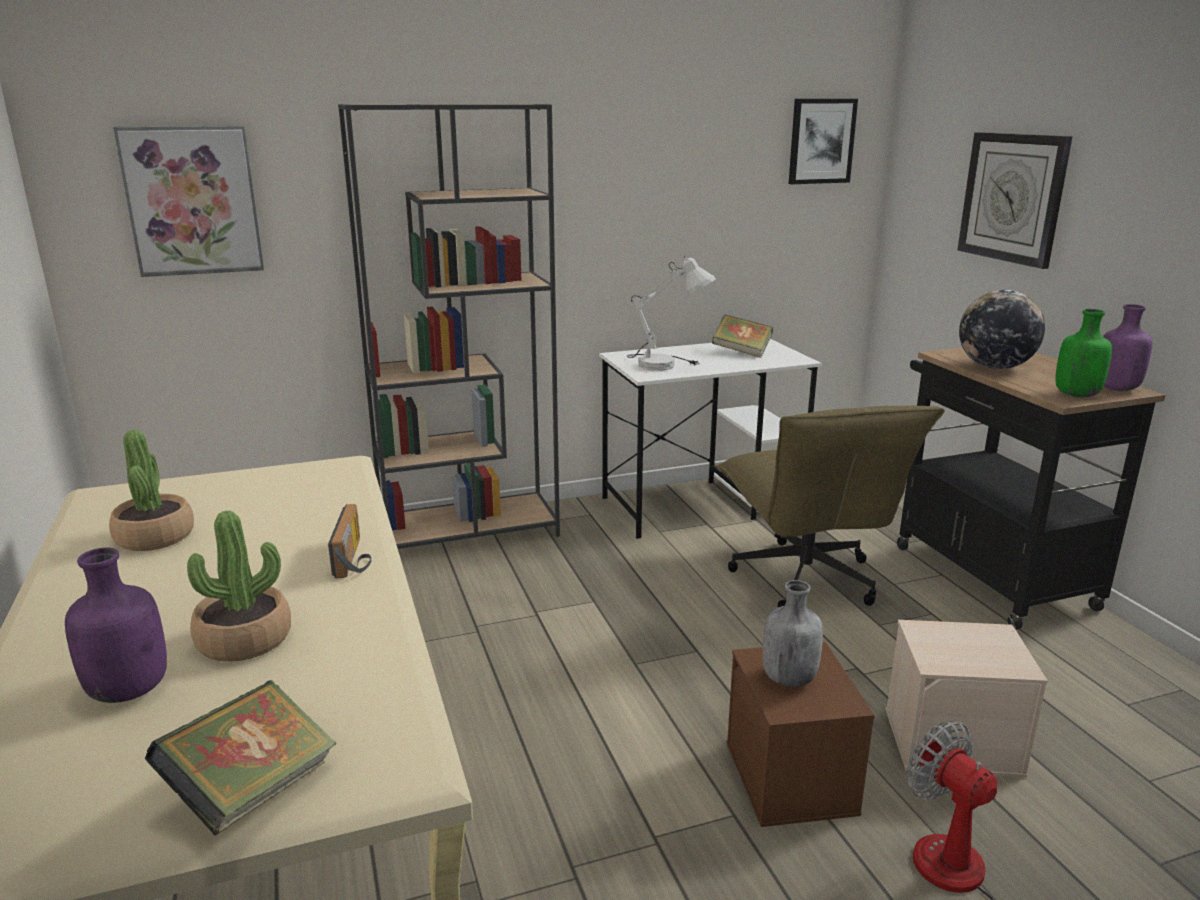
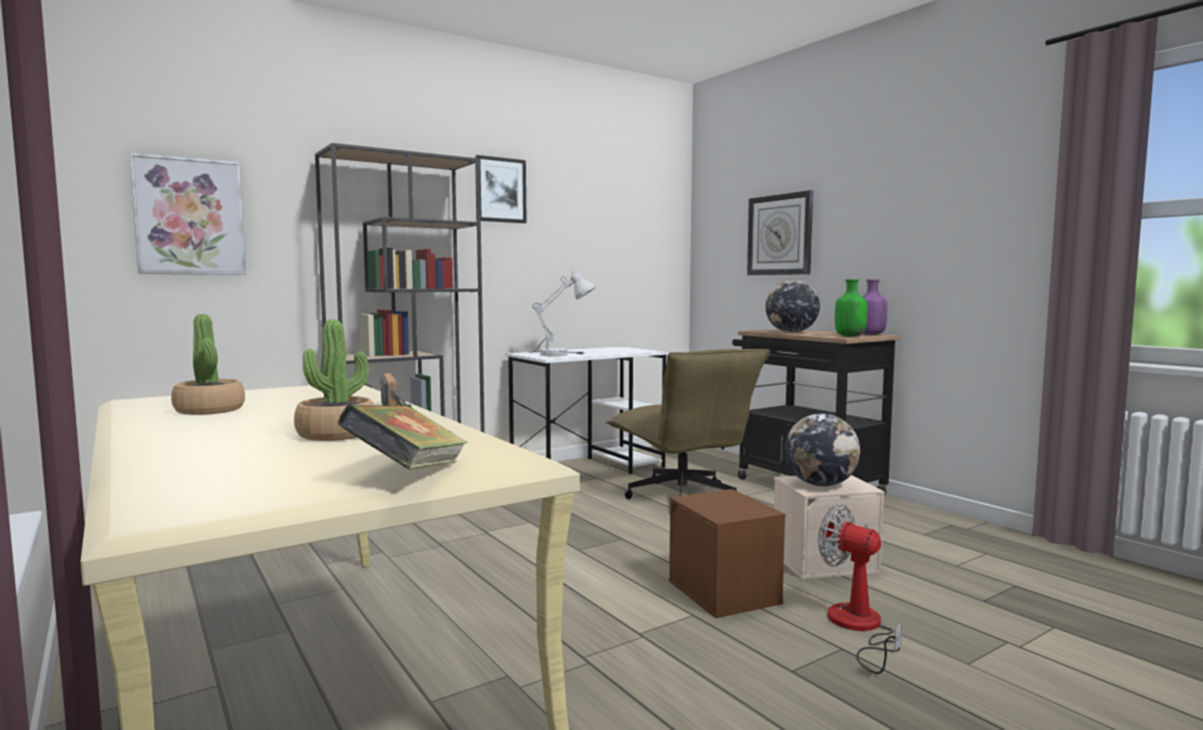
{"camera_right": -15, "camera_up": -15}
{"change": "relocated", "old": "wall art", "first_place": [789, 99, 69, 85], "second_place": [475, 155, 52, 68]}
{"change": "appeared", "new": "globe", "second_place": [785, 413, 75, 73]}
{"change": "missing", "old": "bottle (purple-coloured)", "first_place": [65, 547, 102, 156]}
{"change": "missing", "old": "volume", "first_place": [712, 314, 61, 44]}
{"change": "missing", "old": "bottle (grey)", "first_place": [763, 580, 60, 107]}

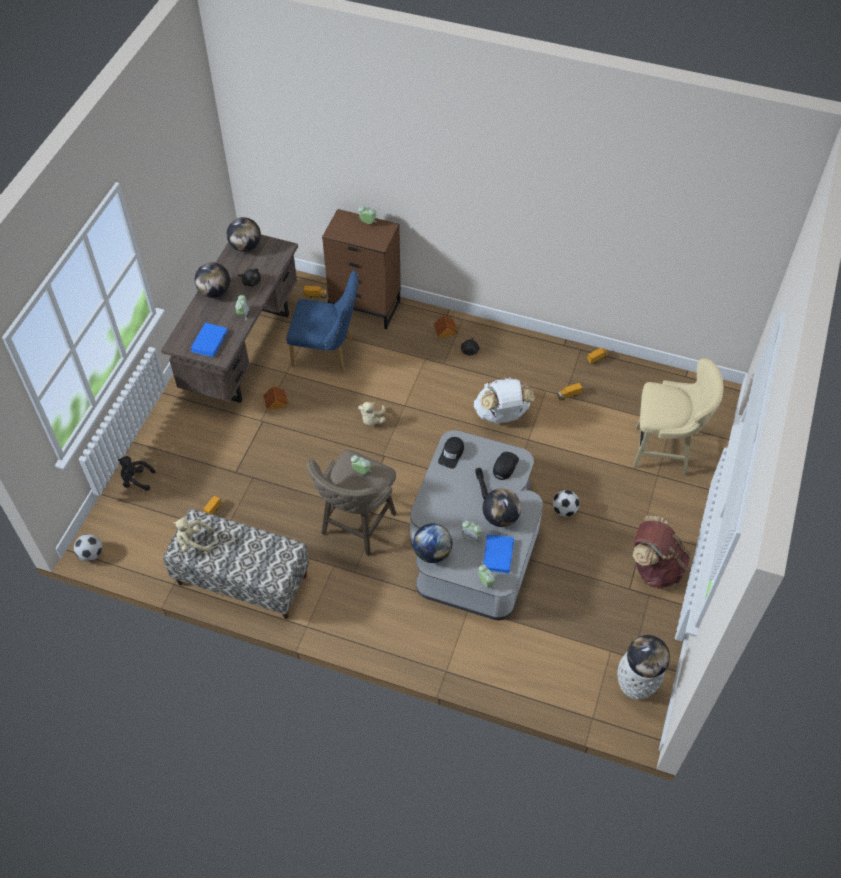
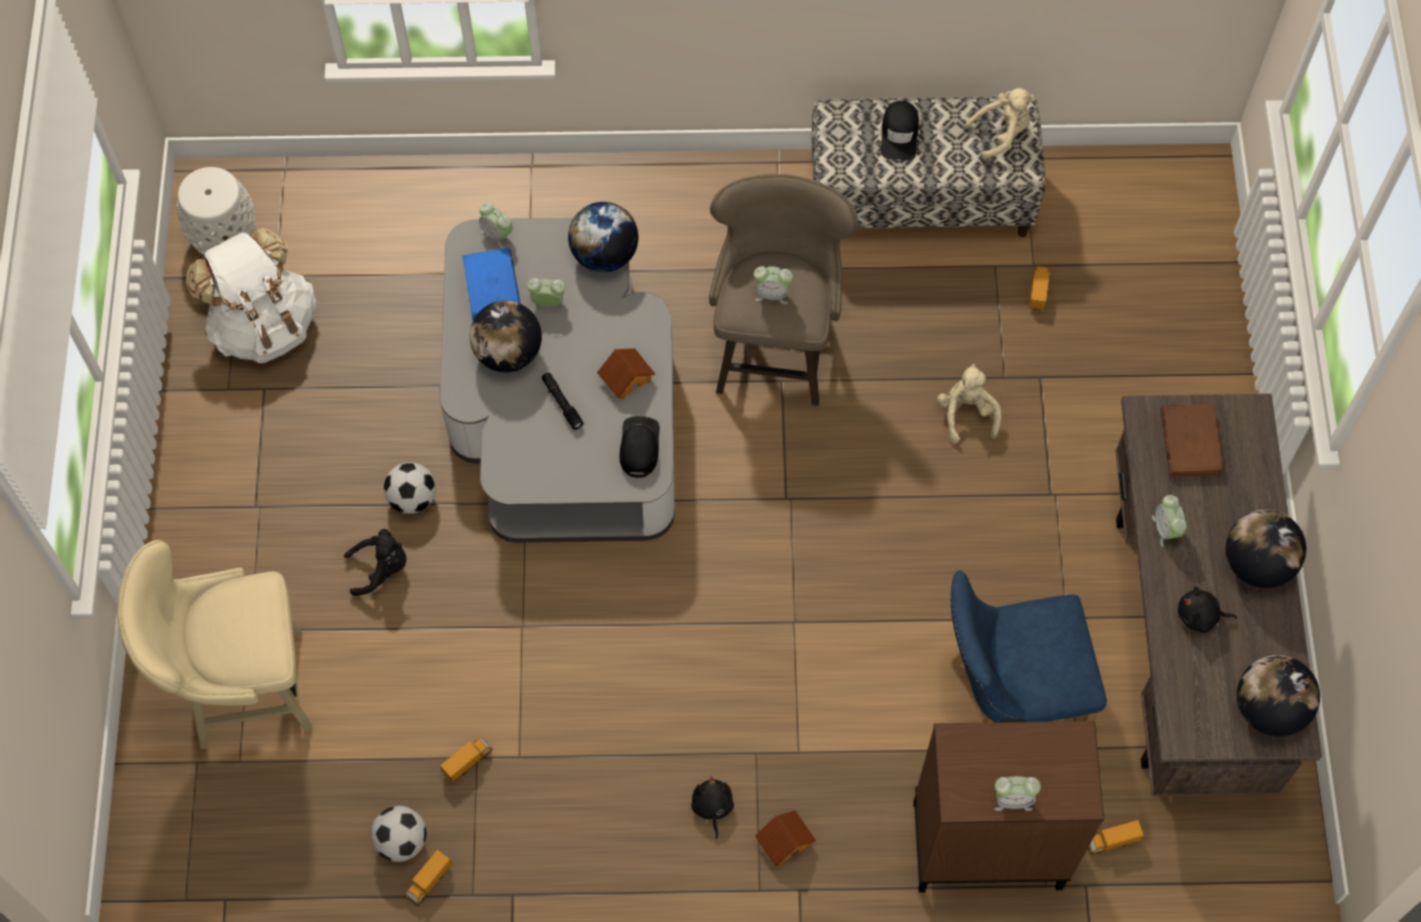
{"camera_right": 160, "camera_up": 10}
{"change": "relocated", "old": "backpack (whitish)", "first_place": [474, 377, 61, 46], "second_place": [186, 227, 130, 136]}
{"change": "relocated", "old": "cuddly toy (blackish)", "first_place": [118, 456, 38, 35], "second_place": [344, 529, 63, 67]}
{"change": "relocated", "old": "ball for football", "first_place": [74, 534, 28, 27], "second_place": [371, 806, 55, 56]}
{"change": "relocated", "old": "toy house", "first_place": [263, 386, 25, 25], "second_place": [597, 348, 58, 52]}
{"change": "relocated", "old": "peaked cap (blackish)", "first_place": [493, 452, 26, 28], "second_place": [881, 101, 38, 59]}
{"change": "relocated", "old": "cuddly toy (beige)", "first_place": [358, 402, 28, 24], "second_place": [937, 363, 64, 81]}
{"change": "colour", "old": "volume (blue)", "new": "volume (brownish)", "first_place": [191, 323, 38, 34], "second_place": [1161, 404, 63, 73]}
{"change": "missing", "old": "globe", "first_place": [627, 635, 43, 43]}
{"change": "missing", "old": "backpack (brownish)", "first_place": [633, 515, 57, 74]}

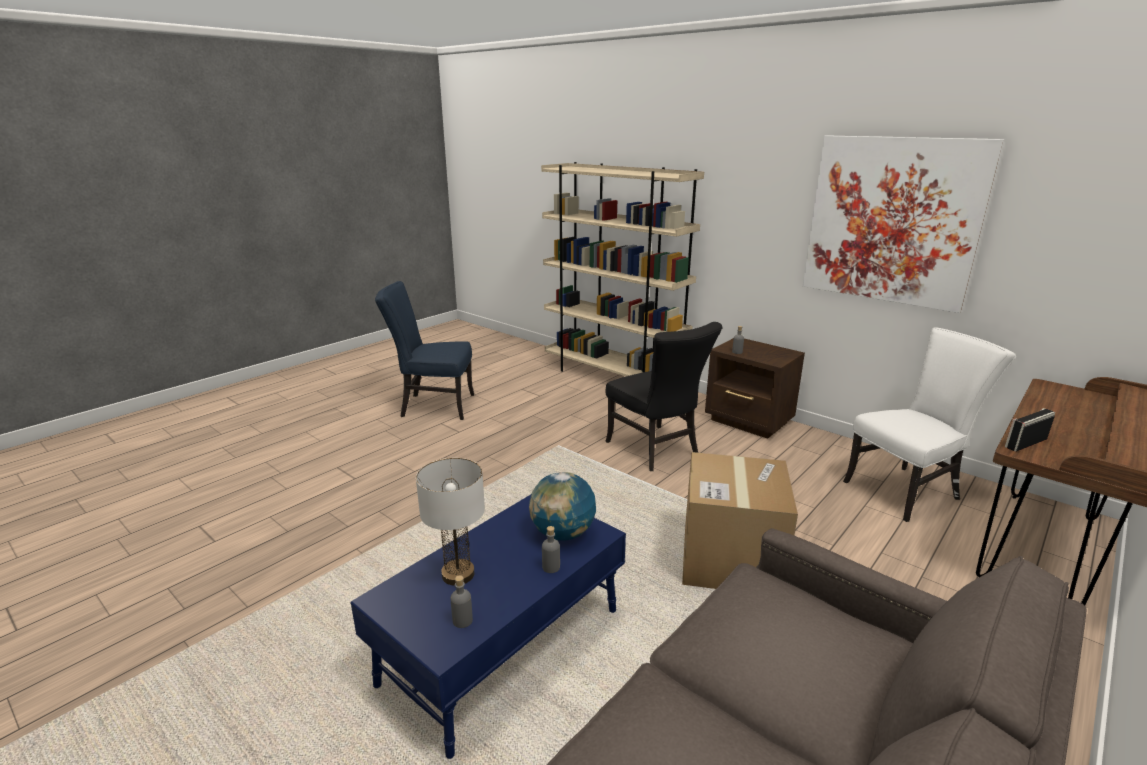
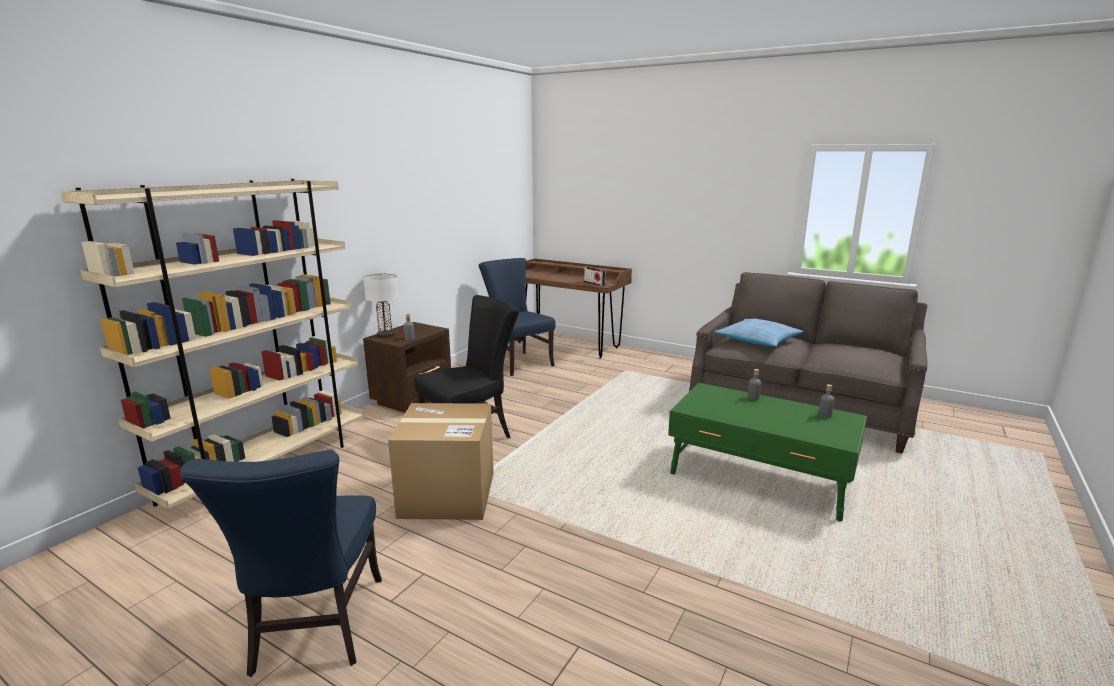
{"camera_right": -100, "camera_up": -5}
{"change": "relocated", "old": "table lamp", "first_place": [416, 458, 69, 128], "second_place": [363, 274, 36, 64]}
{"change": "relocated", "old": "cardboard box", "first_place": [682, 452, 116, 137], "second_place": [388, 403, 106, 117]}
{"change": "colour", "old": "chair (whitish)", "new": "chair (blue)", "first_place": [843, 327, 173, 195], "second_place": [478, 258, 77, 118]}
{"change": "colour", "old": "lounge table (blue)", "new": "lounge table (green)", "first_place": [351, 495, 275, 264], "second_place": [668, 383, 199, 138]}
{"change": "appeared", "new": "pillow", "second_place": [714, 319, 89, 27]}
{"change": "missing", "old": "globe", "first_place": [529, 472, 67, 69]}
{"change": "missing", "old": "wall art", "first_place": [803, 135, 202, 178]}

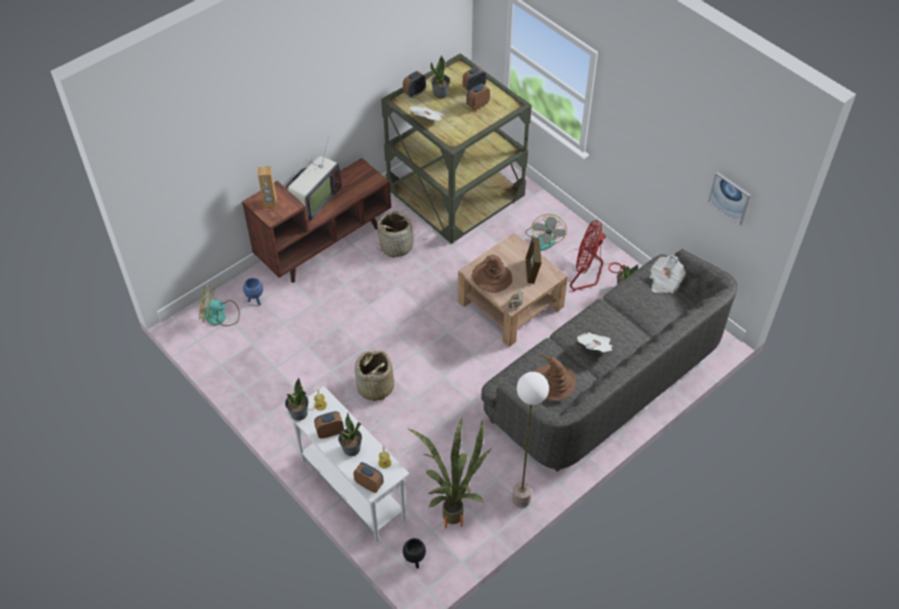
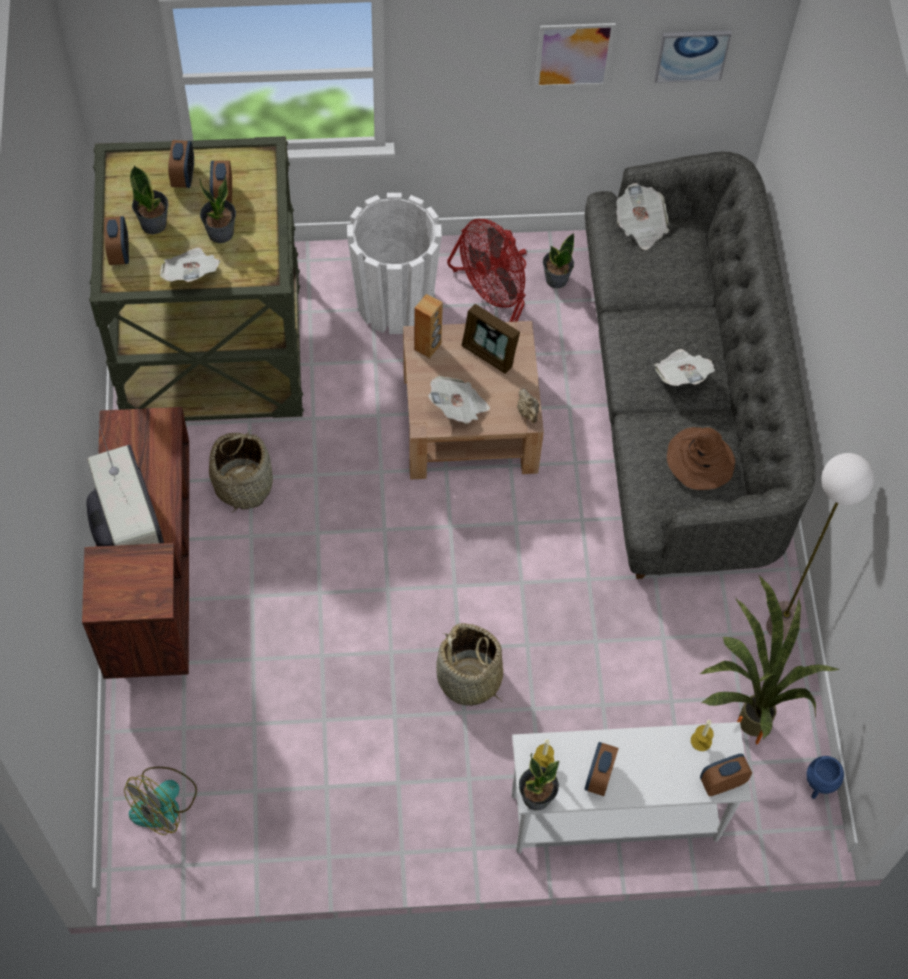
{"camera_right": -55, "camera_up": 10}
{"change": "relocated", "old": "plant in a pot", "first_place": [338, 412, 24, 44], "second_place": [199, 175, 37, 68]}
{"change": "exchanged", "old": "cooling fan", "new": "flower pot (whitish)", "first_place": [525, 214, 42, 37], "second_place": [347, 193, 95, 141]}
{"change": "relocated", "old": "audio speaker (brownish)", "first_place": [258, 166, 19, 41], "second_place": [414, 294, 29, 64]}
{"change": "exchanged", "old": "wearable hat (brownish)", "new": "daily paper", "first_place": [472, 255, 40, 38], "second_place": [428, 376, 62, 48]}
{"change": "appeared", "new": "wall art", "second_place": [535, 23, 81, 65]}
{"change": "relocated", "old": "flower pot (blue)", "first_place": [243, 278, 20, 27], "second_place": [806, 756, 38, 43]}
{"change": "missing", "old": "flower pot (blackish)", "first_place": [403, 538, 23, 31]}

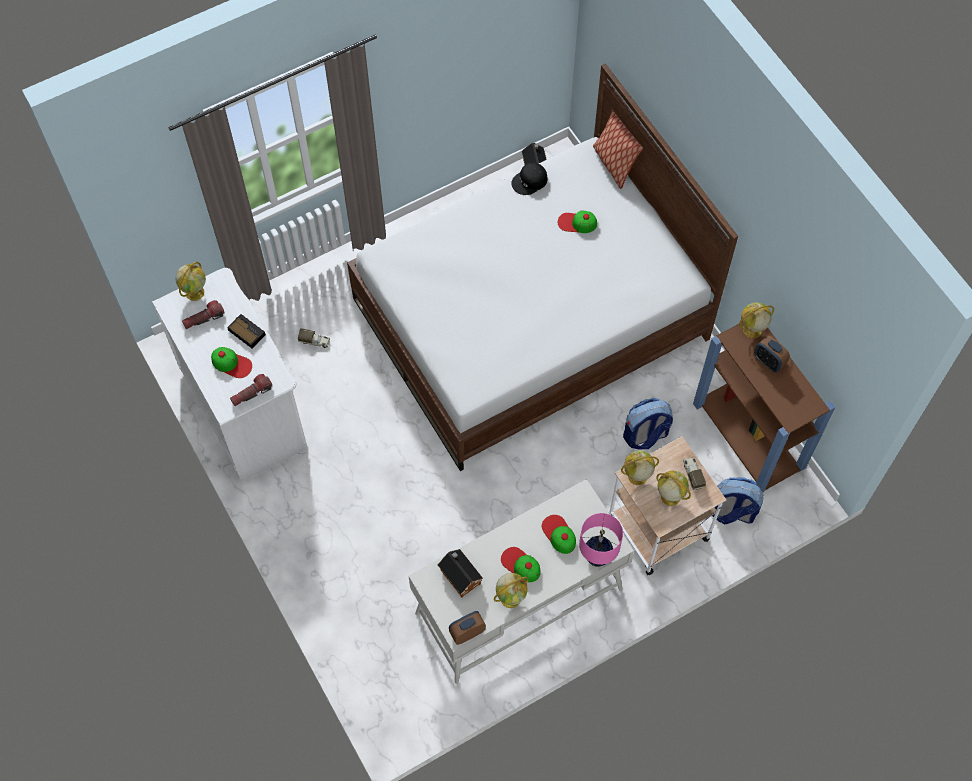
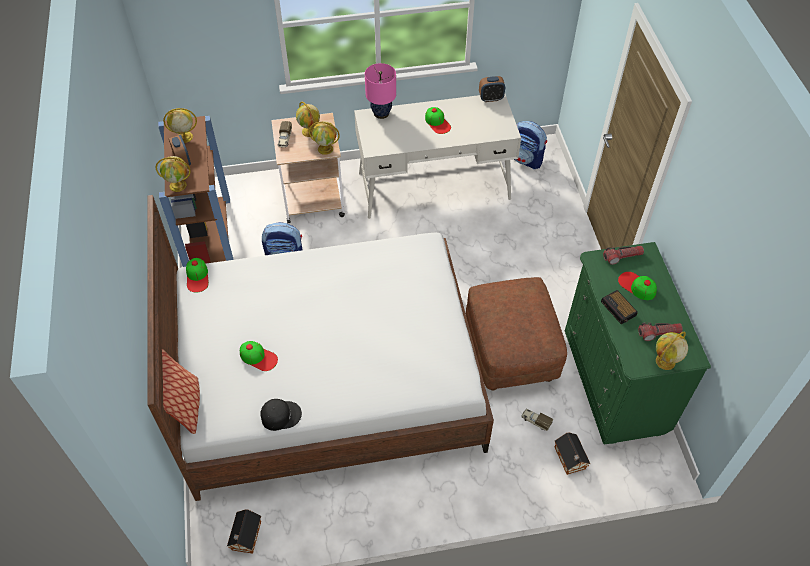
{"camera_right": -160, "camera_up": -10}
{"change": "relocated", "old": "globe", "first_place": [494, 573, 35, 35], "second_place": [163, 108, 34, 35]}
{"change": "relocated", "old": "peaked cap", "first_place": [542, 515, 34, 39], "second_place": [186, 258, 23, 35]}
{"change": "appeared", "new": "footrest (brownish)", "second_place": [466, 277, 101, 113]}
{"change": "relocated", "old": "backpack", "first_place": [712, 477, 52, 48], "second_place": [513, 121, 34, 48]}
{"change": "relocated", "old": "toy house", "first_place": [438, 549, 45, 48], "second_place": [555, 432, 35, 43]}
{"change": "colour", "old": "drawer chest (whitish)", "new": "drawer chest (green)", "first_place": [152, 268, 155, 212], "second_place": [565, 242, 146, 202]}

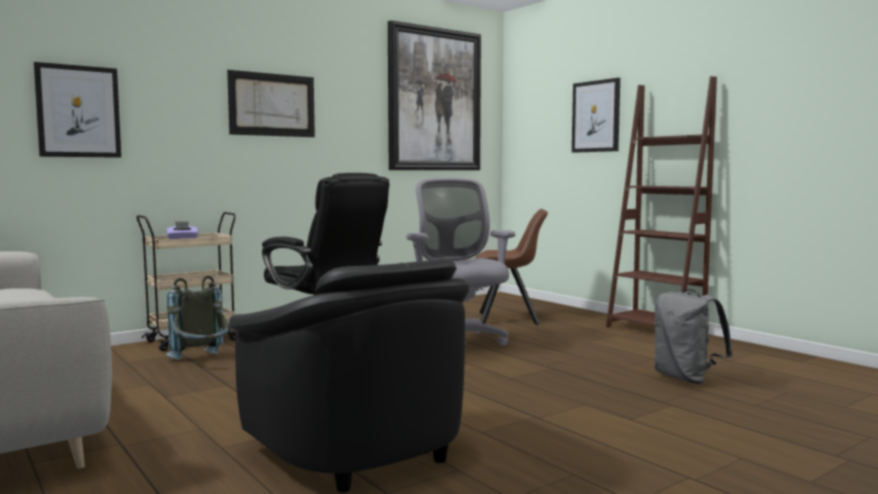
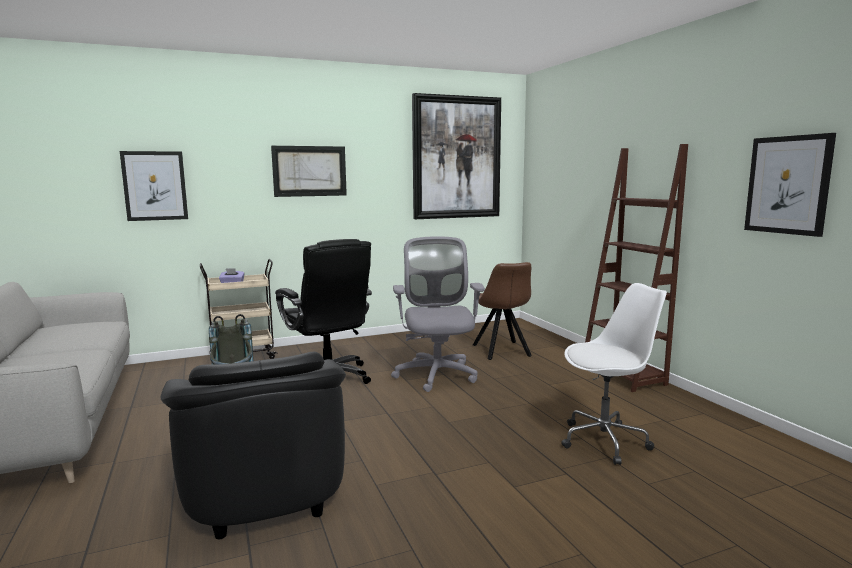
{"camera_right": 15, "camera_up": 5}
{"change": "spun", "old": "chair (brownish)", "first_place": [474, 209, 74, 116], "second_place": [473, 262, 59, 98], "degrees": 60}
{"change": "exchanged", "old": "backpack (grey)", "new": "desk chair (whitish)", "first_place": [654, 289, 79, 95], "second_place": [561, 283, 106, 182]}
{"change": "relocated", "old": "wall art", "first_place": [572, 78, 48, 75], "second_place": [744, 133, 92, 104]}

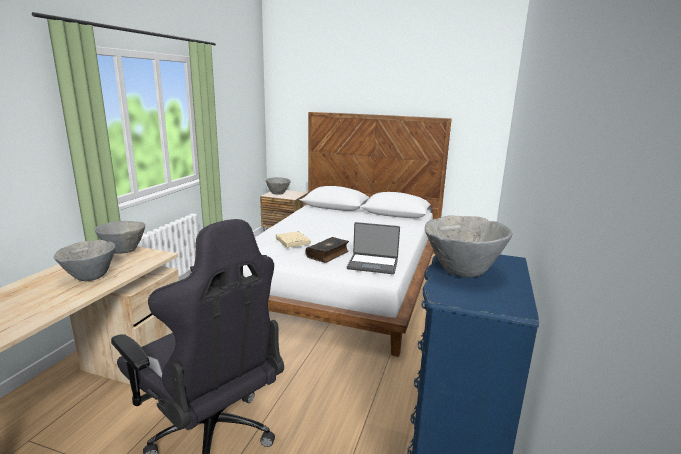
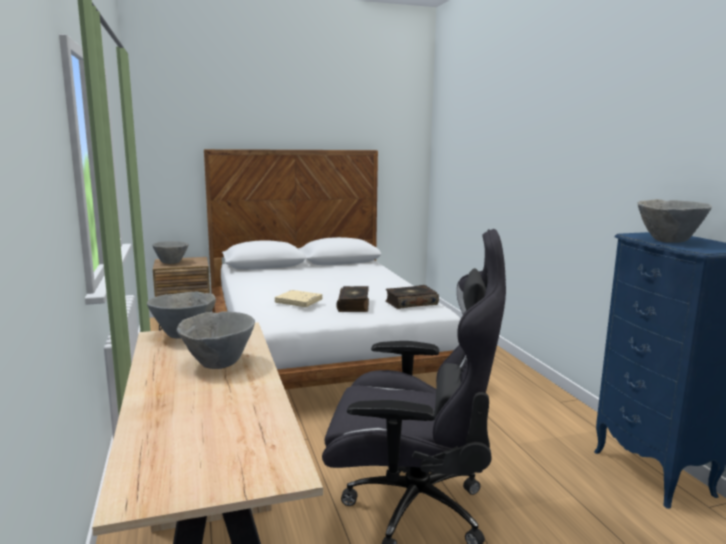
{"camera_right": -35, "camera_up": -5}
{"change": "exchanged", "old": "laptop", "new": "volume", "first_place": [347, 222, 53, 52], "second_place": [385, 285, 54, 24]}

